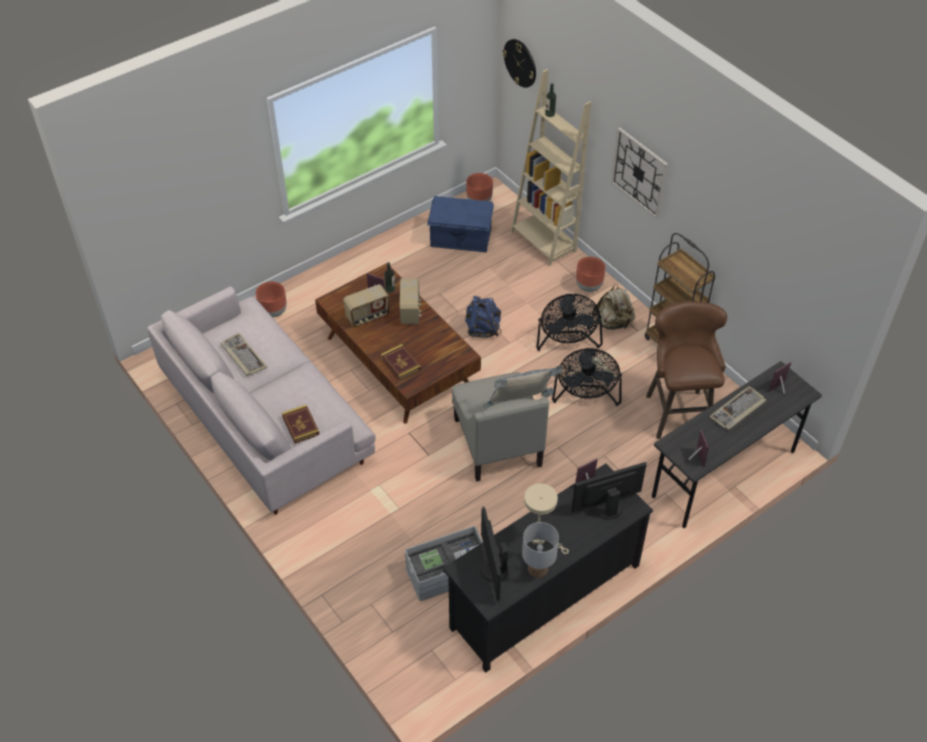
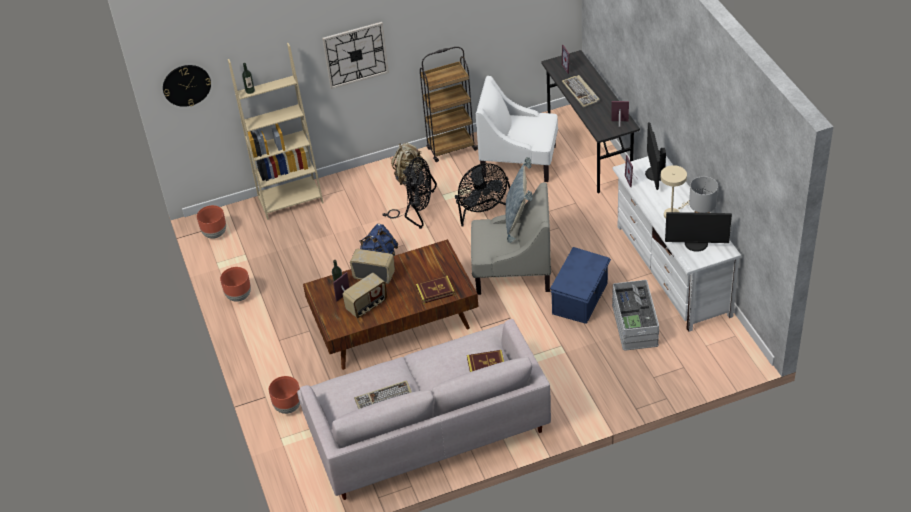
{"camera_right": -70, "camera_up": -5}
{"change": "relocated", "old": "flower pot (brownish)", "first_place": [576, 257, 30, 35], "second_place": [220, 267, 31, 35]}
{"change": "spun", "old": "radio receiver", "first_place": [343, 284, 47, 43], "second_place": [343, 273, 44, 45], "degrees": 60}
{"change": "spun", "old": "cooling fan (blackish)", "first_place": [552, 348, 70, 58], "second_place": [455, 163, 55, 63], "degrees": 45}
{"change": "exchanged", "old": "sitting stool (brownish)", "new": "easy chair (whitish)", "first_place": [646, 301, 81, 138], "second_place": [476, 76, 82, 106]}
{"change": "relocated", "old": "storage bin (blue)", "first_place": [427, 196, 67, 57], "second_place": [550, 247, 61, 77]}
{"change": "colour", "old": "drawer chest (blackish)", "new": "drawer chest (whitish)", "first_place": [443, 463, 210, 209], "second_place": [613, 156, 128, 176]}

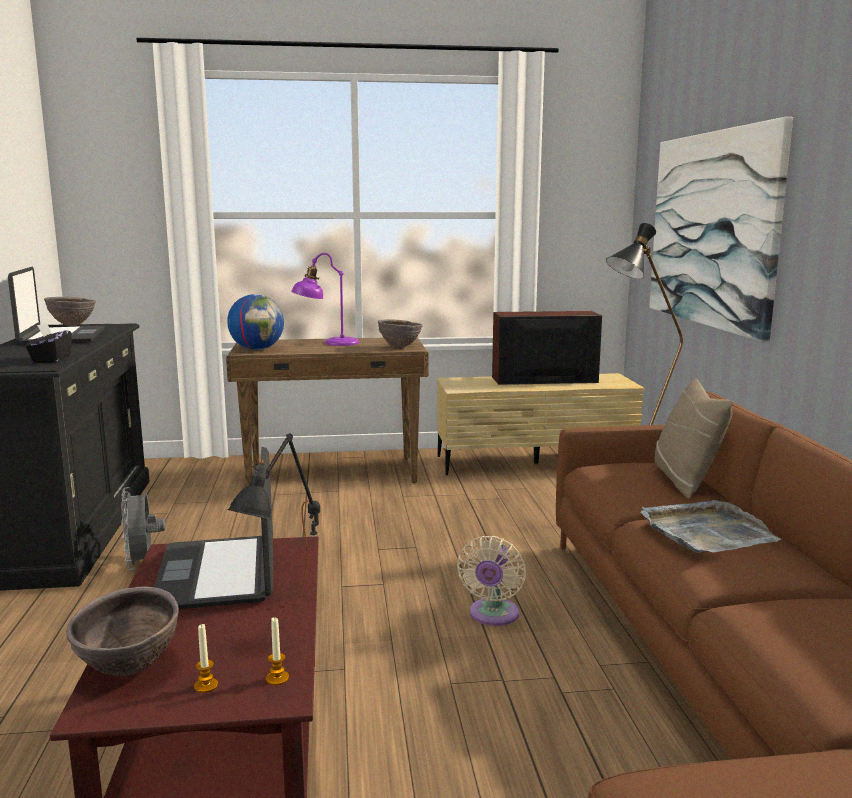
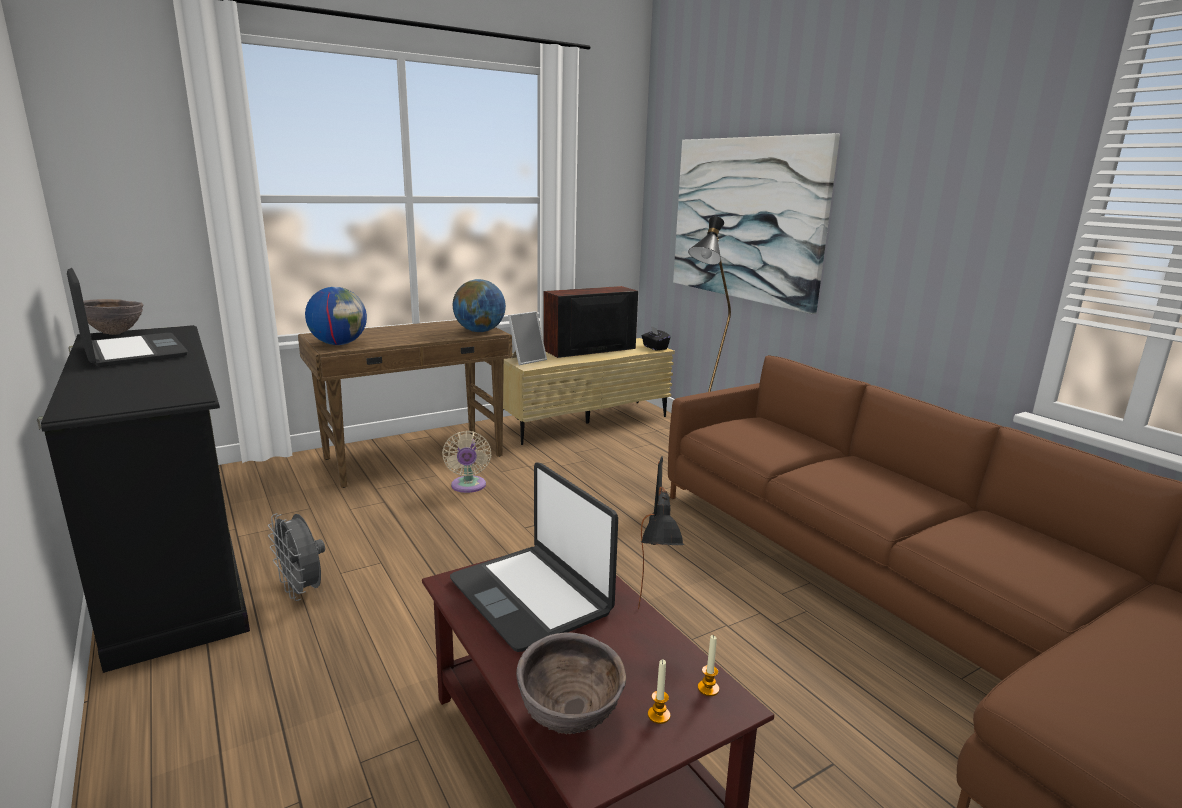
{"camera_right": -25, "camera_up": 5}
{"change": "relocated", "old": "cooling fan (beige)", "first_place": [457, 536, 69, 90], "second_place": [442, 431, 49, 62]}
{"change": "exchanged", "old": "deep dish (brownish)", "new": "globe", "first_place": [378, 319, 45, 29], "second_place": [453, 279, 53, 53]}
{"change": "appeared", "new": "picture frame", "second_place": [508, 311, 39, 54]}
{"change": "relocated", "old": "box of tissues (blackish)", "first_place": [25, 322, 47, 41], "second_place": [642, 326, 28, 25]}
{"change": "missing", "old": "table lamp (purple-coloured)", "first_place": [291, 253, 68, 93]}
{"change": "missing", "old": "serving tray (grey)", "first_place": [640, 500, 142, 53]}
{"change": "missing", "old": "pillow (beige)", "first_place": [655, 378, 78, 121]}

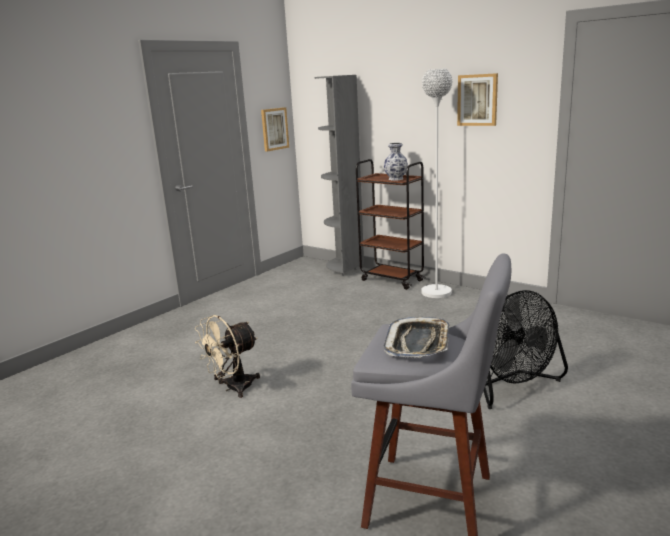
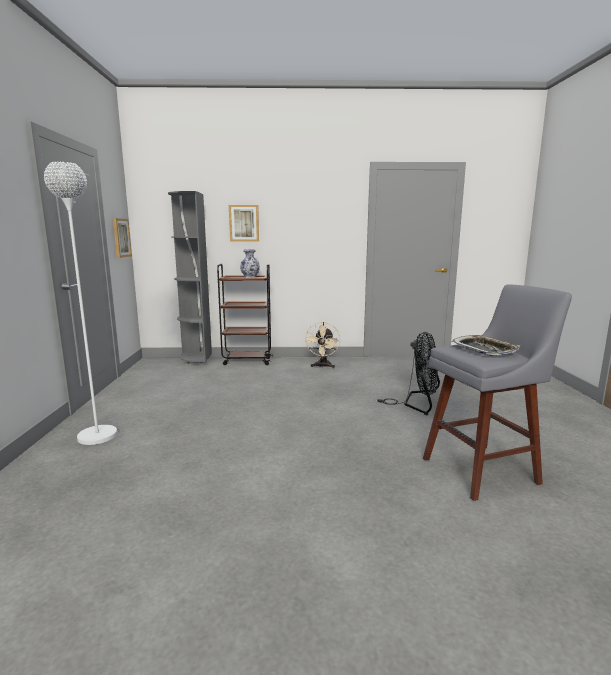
{"camera_right": -40, "camera_up": -5}
{"change": "relocated", "old": "floor lamp (whitish)", "first_place": [421, 69, 32, 229], "second_place": [44, 162, 73, 283]}
{"change": "relocated", "old": "wall art", "first_place": [457, 73, 41, 53], "second_place": [229, 205, 30, 37]}
{"change": "relocated", "old": "cooling fan (beige)", "first_place": [195, 315, 65, 83], "second_place": [304, 322, 36, 46]}

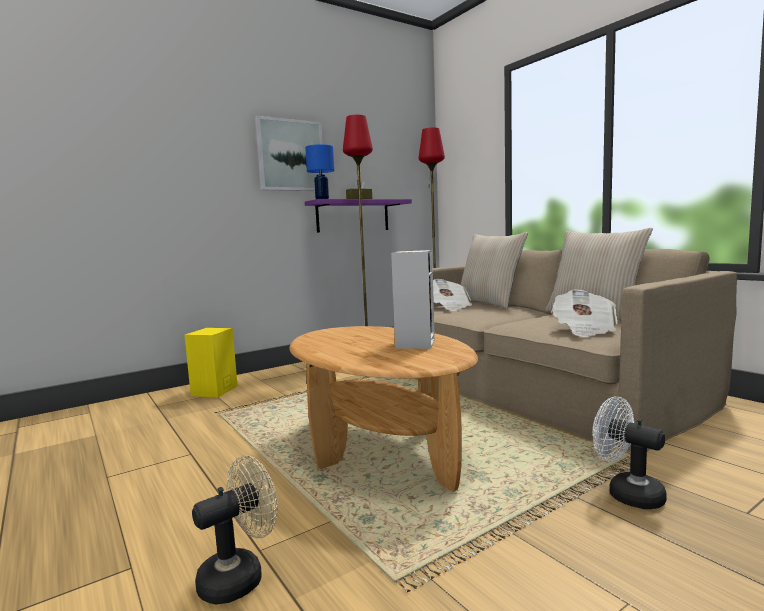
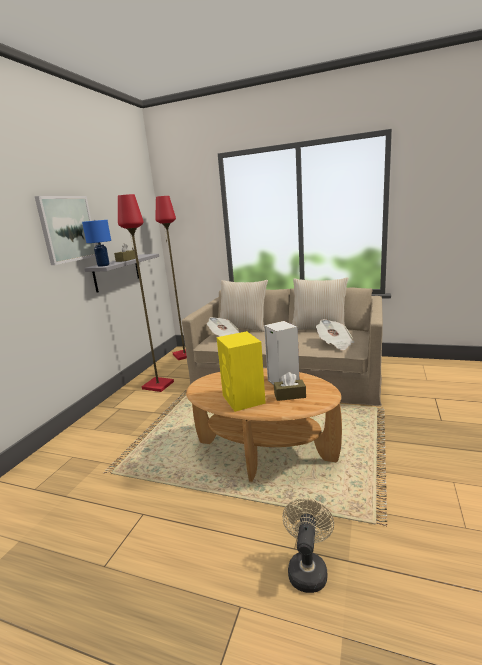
{"camera_right": -35, "camera_up": 10}
{"change": "colour", "old": "bracket shelf (purple-coloured)", "new": "bracket shelf (grey)", "first_place": [305, 199, 107, 34], "second_place": [84, 254, 75, 39]}
{"change": "relocated", "old": "audio speaker (yellowish)", "first_place": [184, 328, 54, 69], "second_place": [217, 331, 49, 81]}
{"change": "appeared", "new": "box of tissues (brownish)", "second_place": [274, 372, 32, 29]}
{"change": "missing", "old": "cooling fan (whitish)", "first_place": [593, 396, 74, 113]}

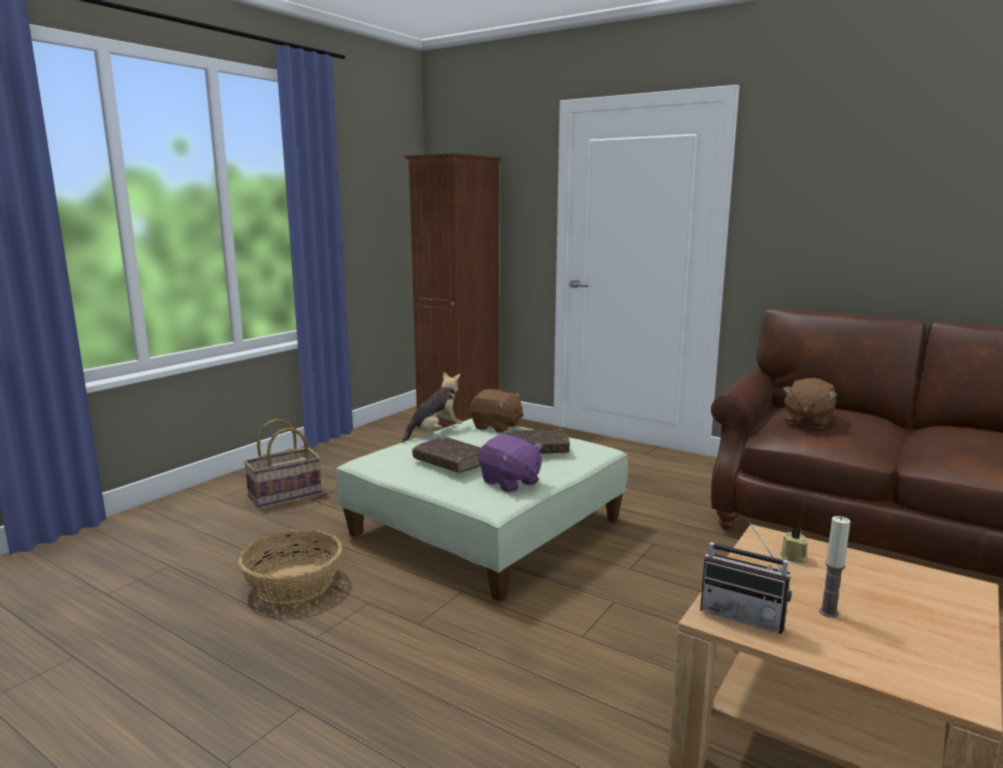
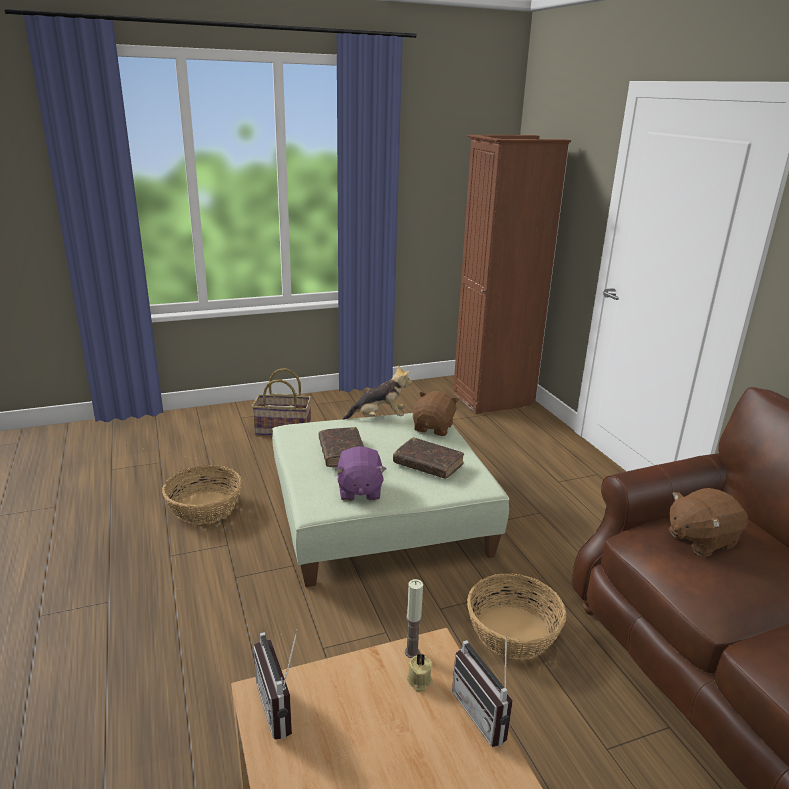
{"camera_right": 35, "camera_up": 10}
{"change": "relocated", "old": "wax candle", "first_place": [819, 516, 32, 102], "second_place": [405, 579, 18, 79]}
{"change": "spun", "old": "cuddly toy (brownish)", "first_place": [470, 389, 54, 44], "second_place": [413, 391, 46, 45], "degrees": -135}
{"change": "appeared", "new": "radio receiver", "second_place": [452, 635, 61, 112]}
{"change": "appeared", "new": "storage basket", "second_place": [467, 573, 99, 87]}

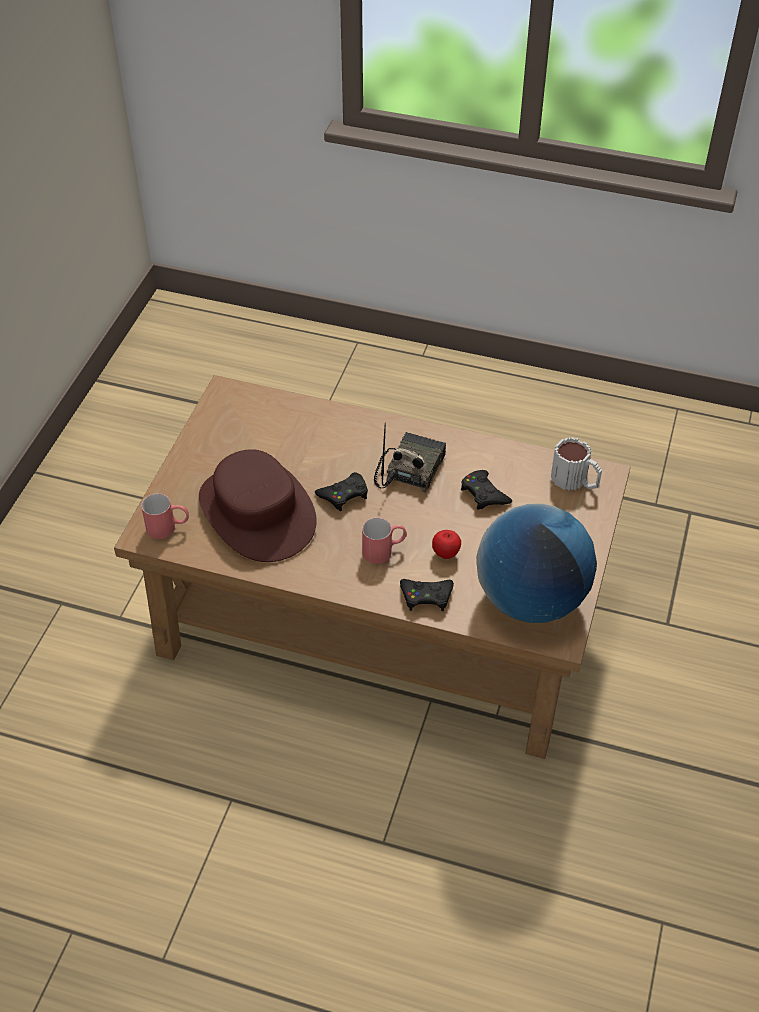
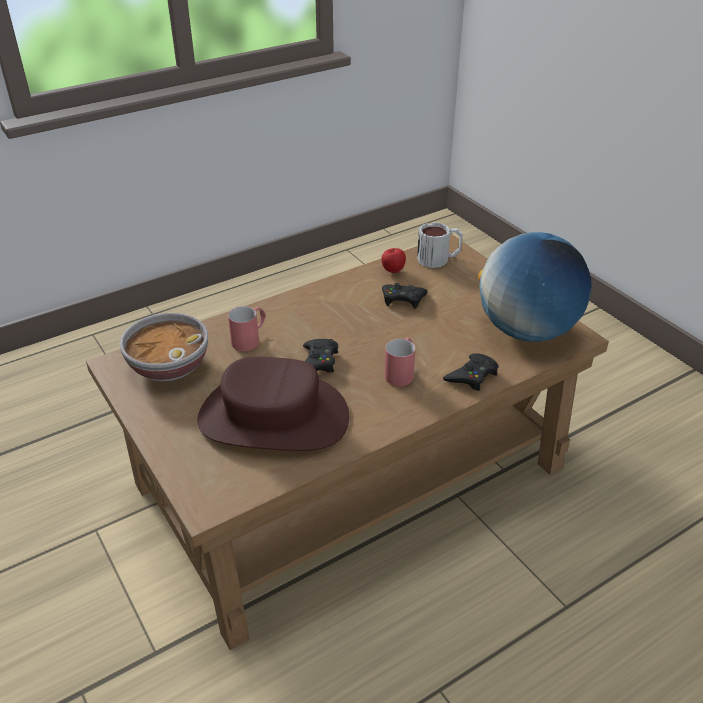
{"camera_right": -50, "camera_up": -10}
{"change": "appeared", "new": "deep dish", "second_place": [120, 313, 88, 68]}
{"change": "relocated", "old": "coffee mug (red-coloured)", "first_place": [141, 493, 48, 46], "second_place": [228, 306, 38, 45]}
{"change": "relocated", "old": "whole apple", "first_place": [432, 530, 29, 29], "second_place": [382, 248, 24, 25]}
{"change": "missing", "old": "radio receiver", "first_place": [374, 423, 72, 70]}

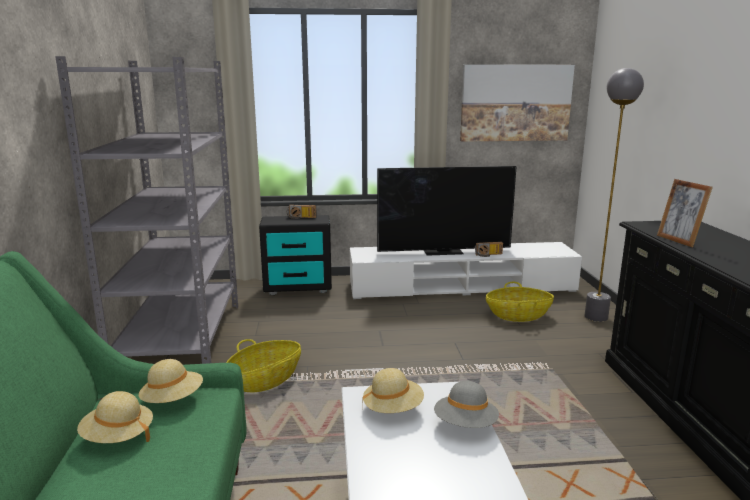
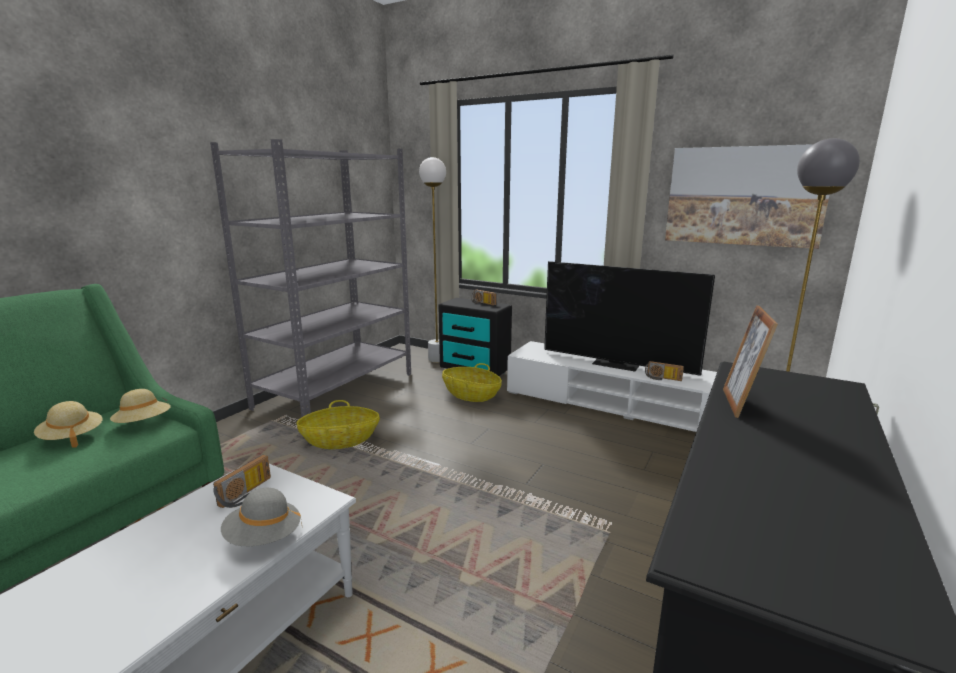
{"camera_right": 35, "camera_up": 0}
{"change": "exchanged", "old": "wearable hat (beige)", "new": "radio receiver", "first_place": [362, 368, 62, 45], "second_place": [213, 455, 58, 53]}
{"change": "appeared", "new": "floor lamp (whitish)", "second_place": [419, 157, 27, 206]}
{"change": "relocated", "old": "storage basket", "first_place": [486, 282, 68, 40], "second_place": [442, 363, 60, 39]}

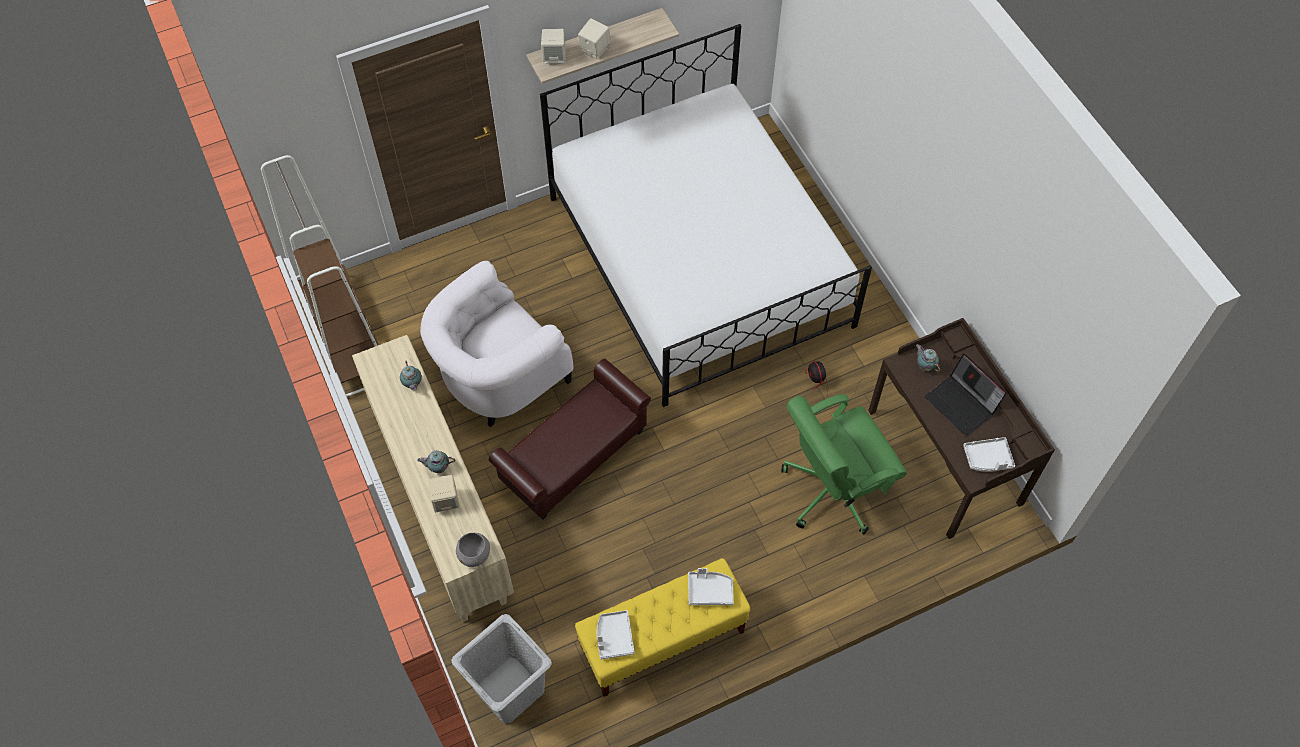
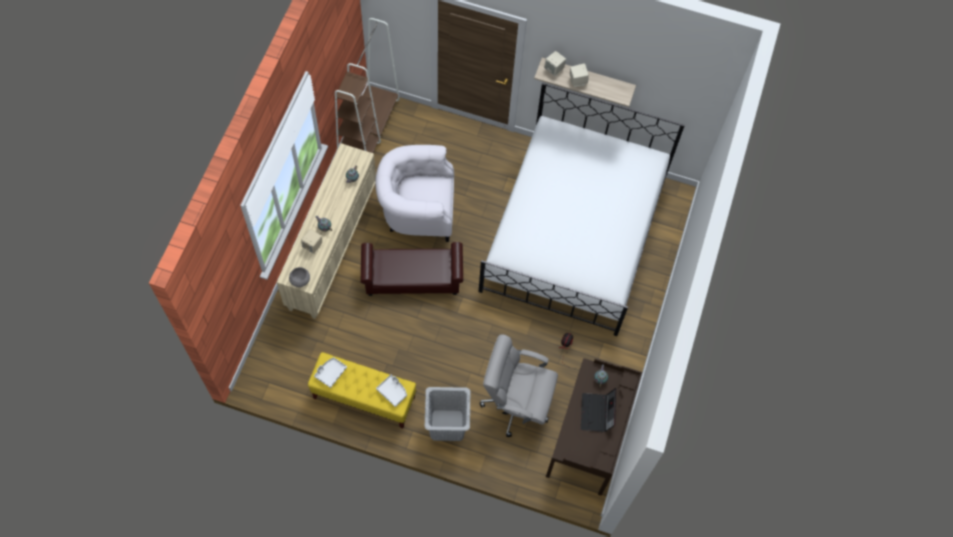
{"camera_right": 40, "camera_up": 5}
{"change": "relocated", "old": "laundry basket (grey)", "first_place": [451, 614, 101, 110], "second_place": [425, 387, 45, 54]}
{"change": "colour", "old": "desk chair (green)", "new": "desk chair (grey)", "first_place": [781, 394, 126, 141], "second_place": [480, 334, 78, 103]}
{"change": "missing", "old": "serving tray (whitish)", "first_place": [963, 437, 52, 35]}

